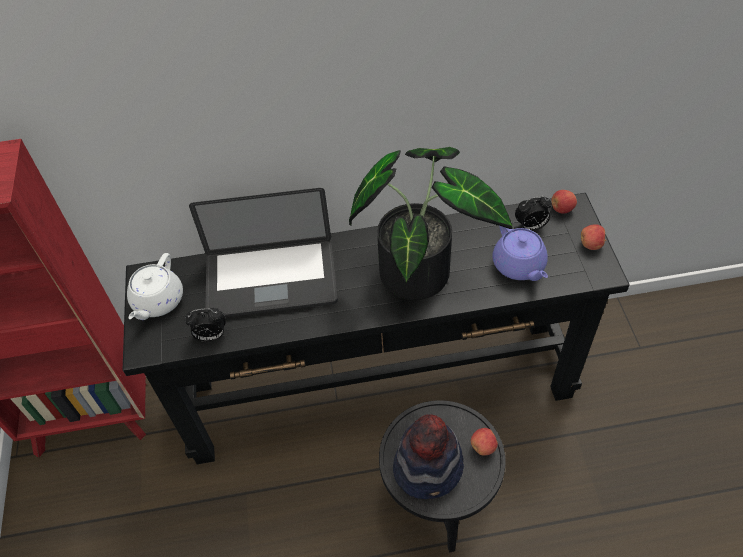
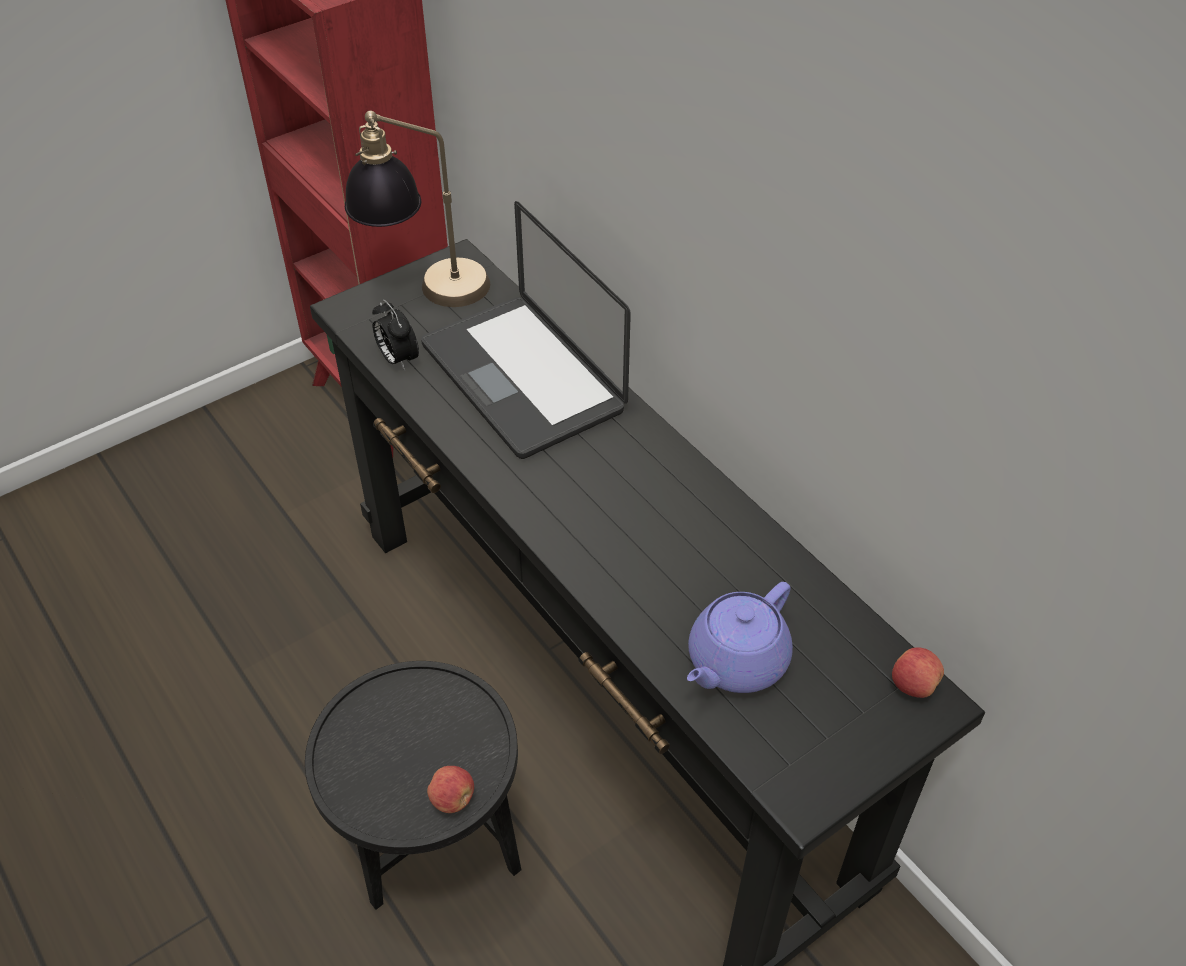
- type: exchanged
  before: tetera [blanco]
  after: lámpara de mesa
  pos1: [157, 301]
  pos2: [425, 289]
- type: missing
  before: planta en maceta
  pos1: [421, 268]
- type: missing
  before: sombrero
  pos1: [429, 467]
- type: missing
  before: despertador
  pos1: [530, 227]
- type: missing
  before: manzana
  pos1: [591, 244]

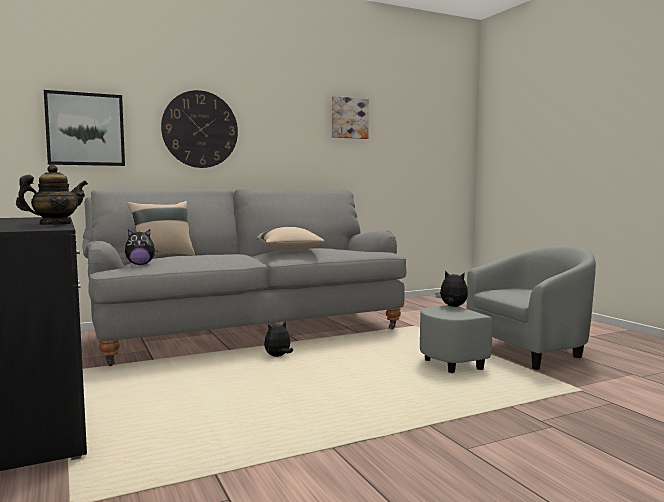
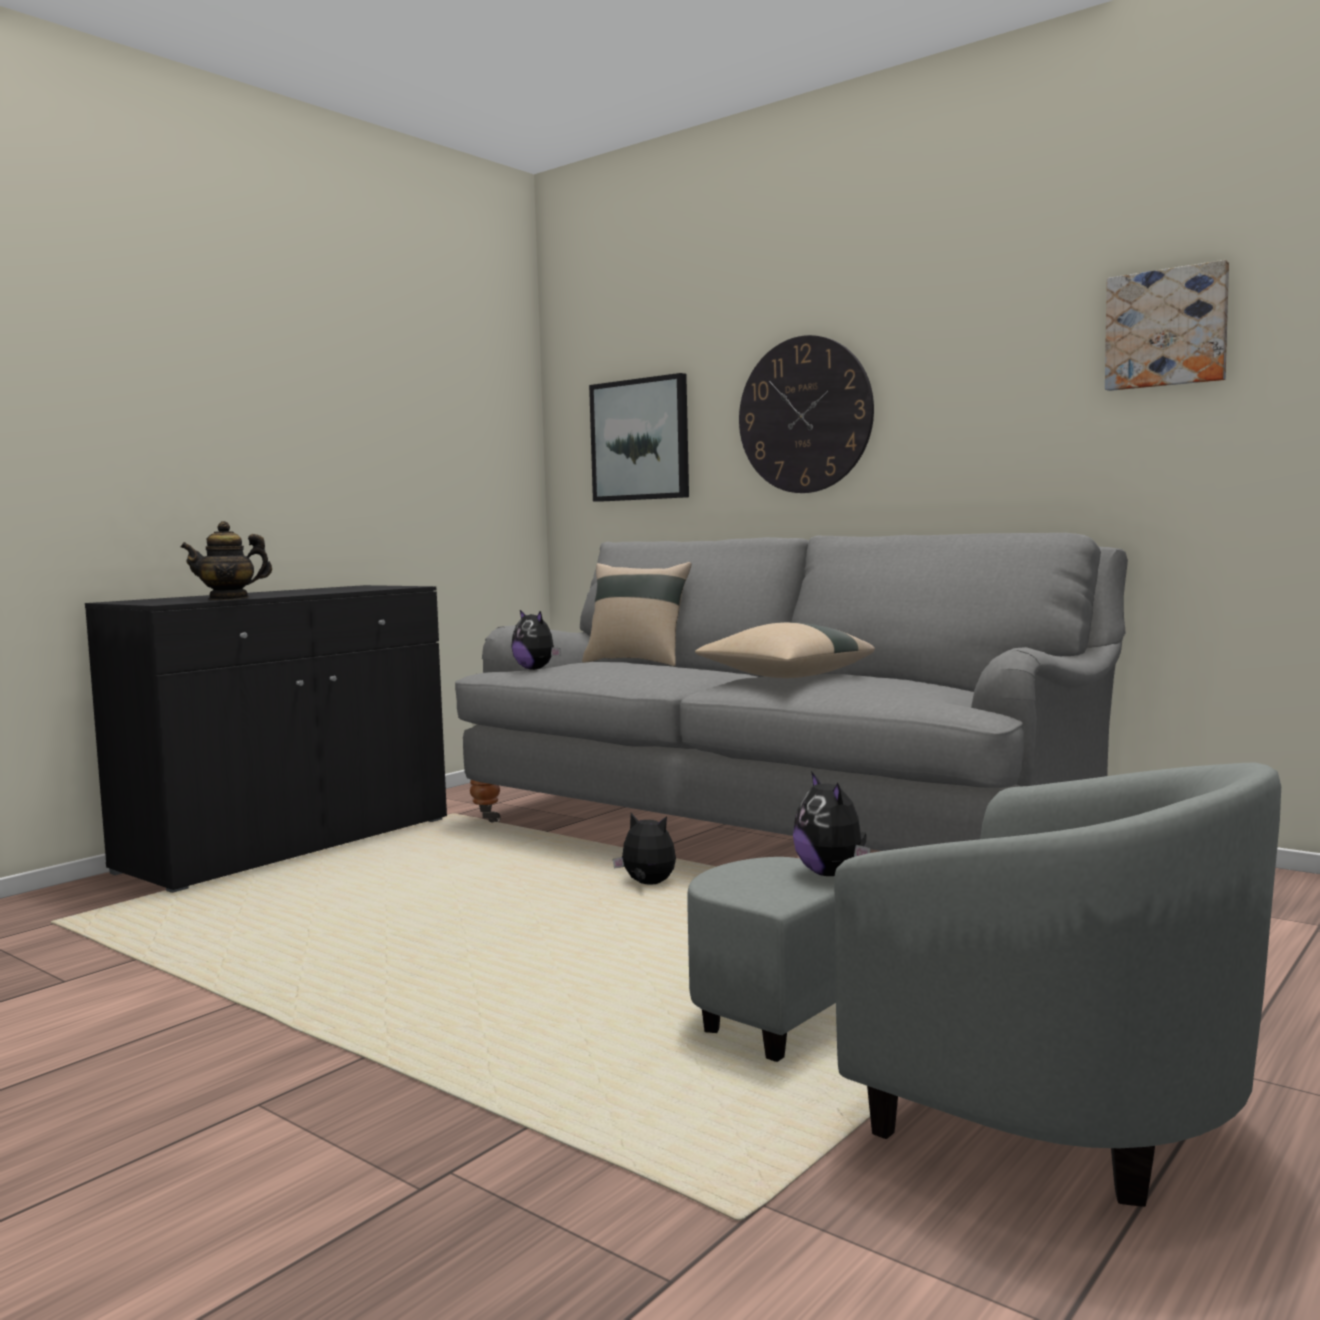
- type: spun
  before: tetera
  pos1: [55, 225]
  pos2: [229, 598]
  turn: 135
- type: spun
  before: peluche
  pos1: [452, 307]
  pos2: [832, 874]
  turn: 150

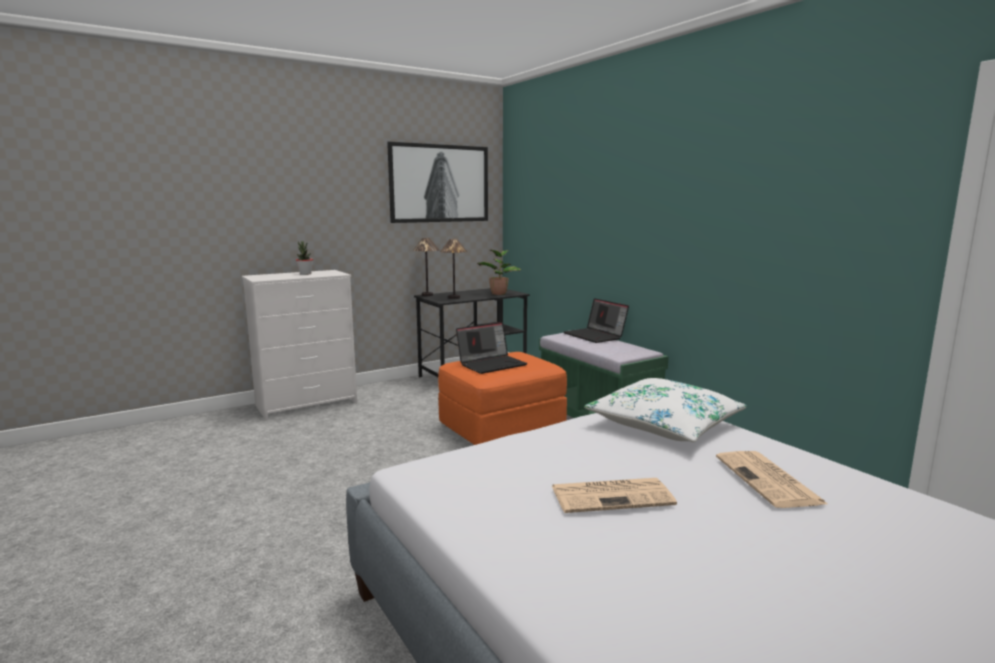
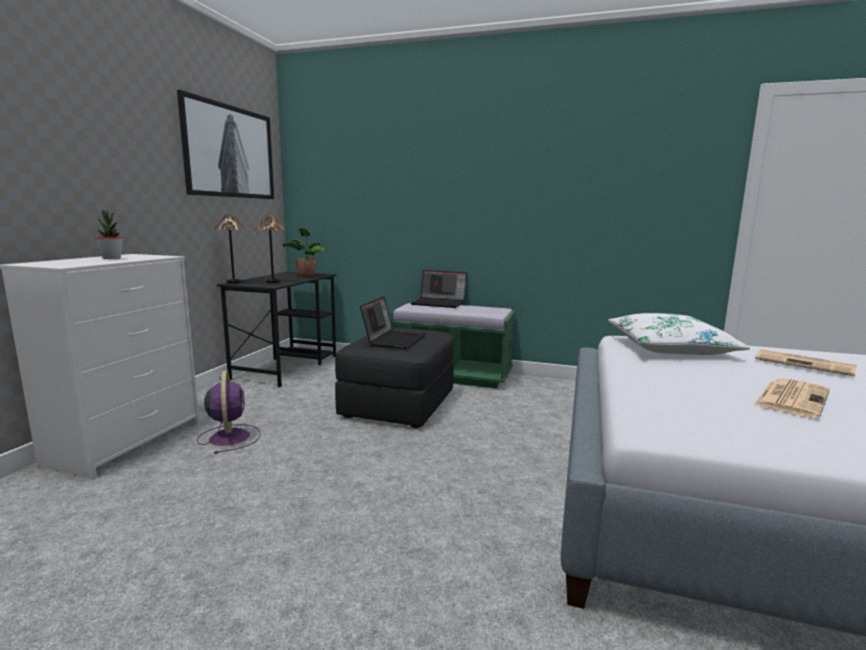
- type: colour
  before: puf [naranja]
  after: puf [negro]
  pos1: [502, 427]
  pos2: [398, 404]
- type: appeared
  after: ventilador [morado]
  pos2: [229, 437]

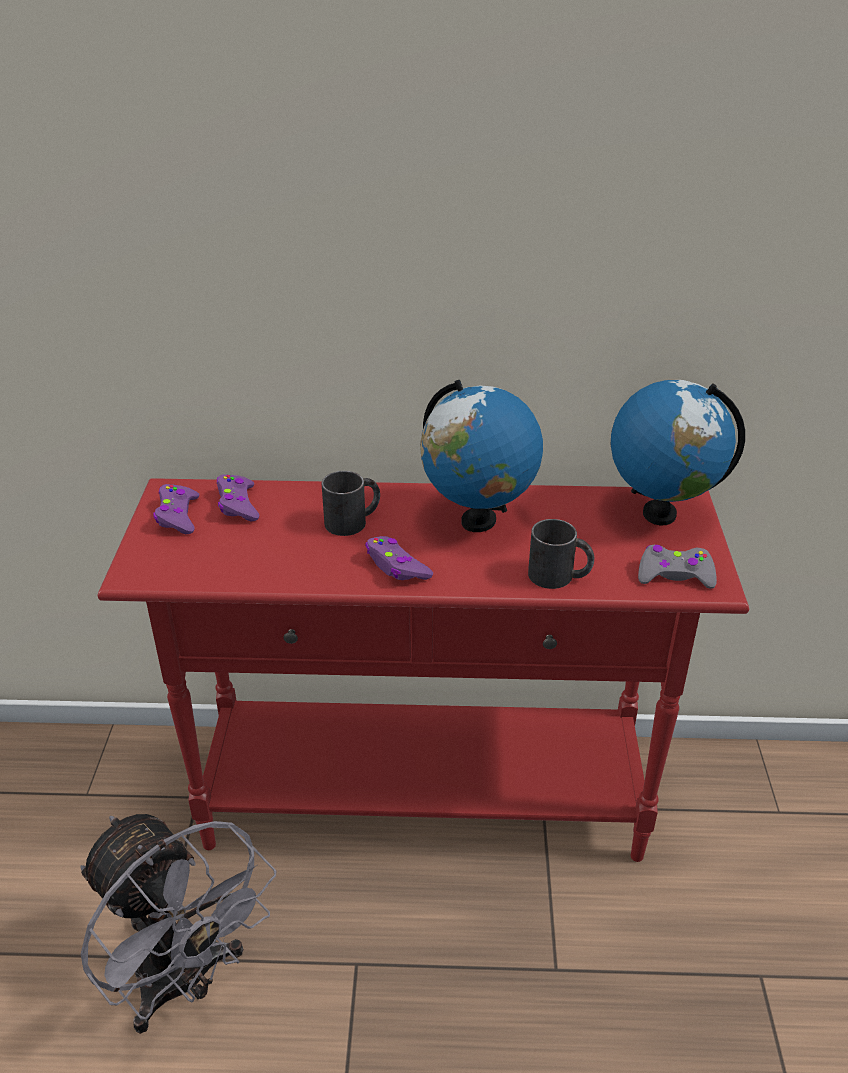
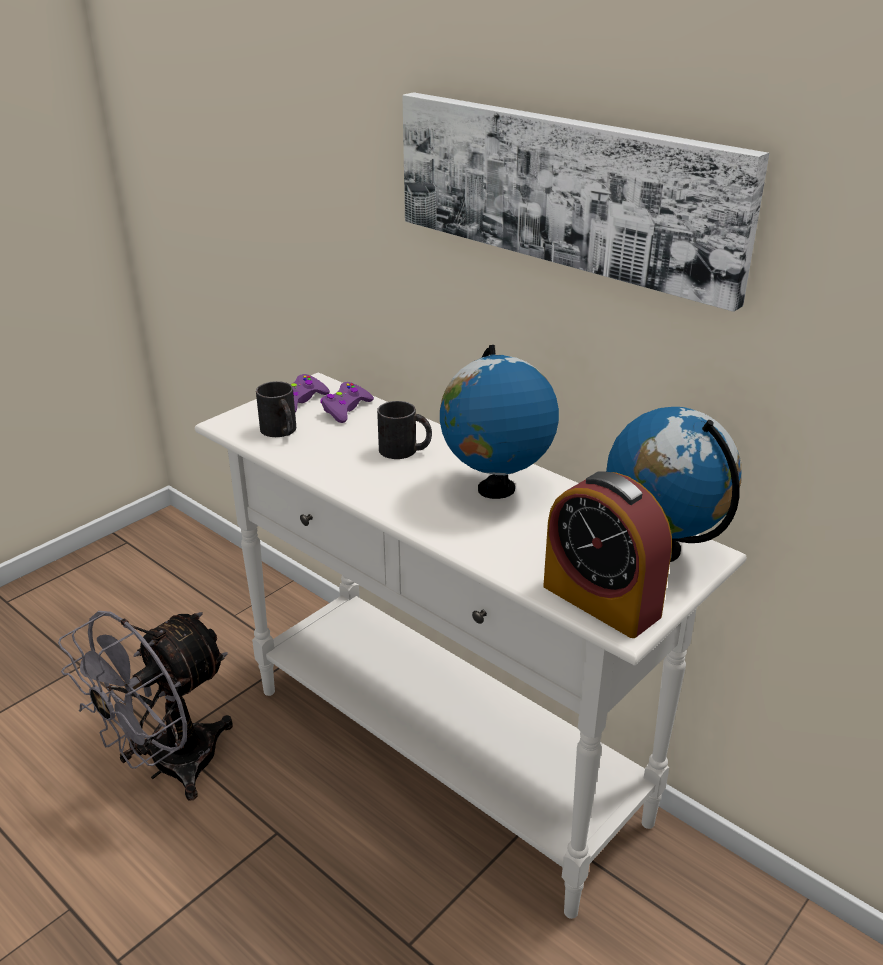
- type: spun
  before: ventilador [gris]
  pos1: [185, 982]
  pos2: [169, 767]
  turn: 45
- type: colour
  before: mesa consola [rojo]
  after: mesa consola [blanco]
  pos1: [426, 799]
  pos2: [444, 755]
- type: missing
  before: mando de consola [morado]
  pos1: [396, 566]
- type: relocated
  before: taza grande [negro]
  pos1: [559, 576]
  pos2: [281, 431]
- type: exchanged
  before: mando de consola [gris]
  after: despertador
  pos1: [674, 575]
  pos2: [601, 600]
- type: appeared
  after: cuadro
  pos2: [565, 190]

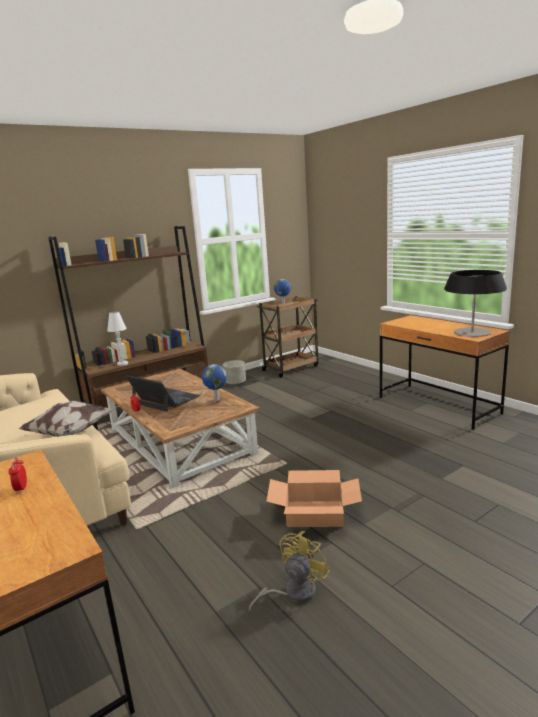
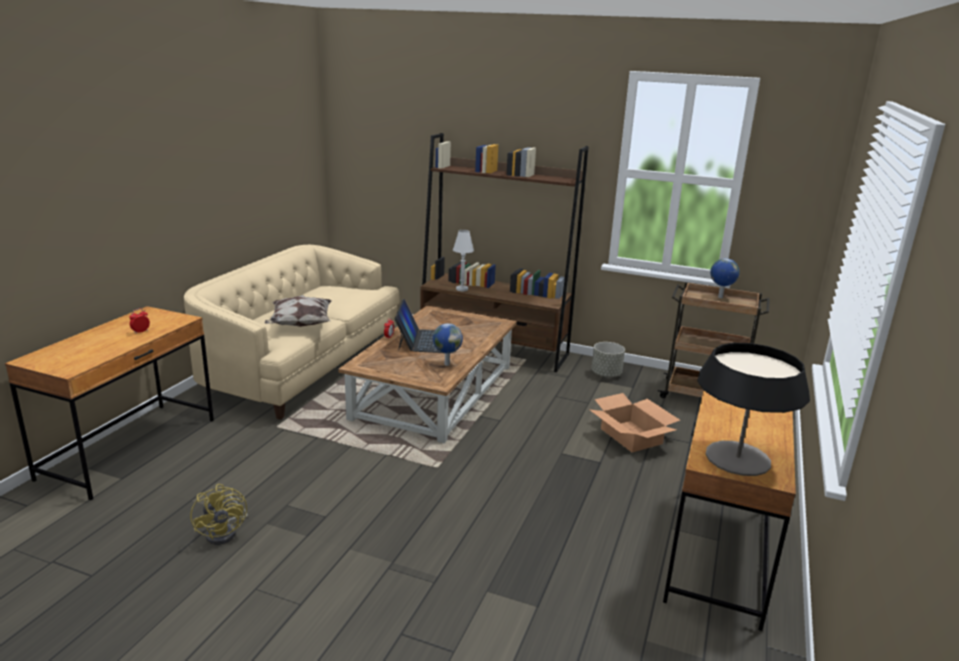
- type: spun
  before: ventilador [amarillo]
  pos1: [293, 593]
  pos2: [225, 532]
  turn: 60
- type: relocated
  before: caja de cartón
  pos1: [314, 513]
  pos2: [631, 436]

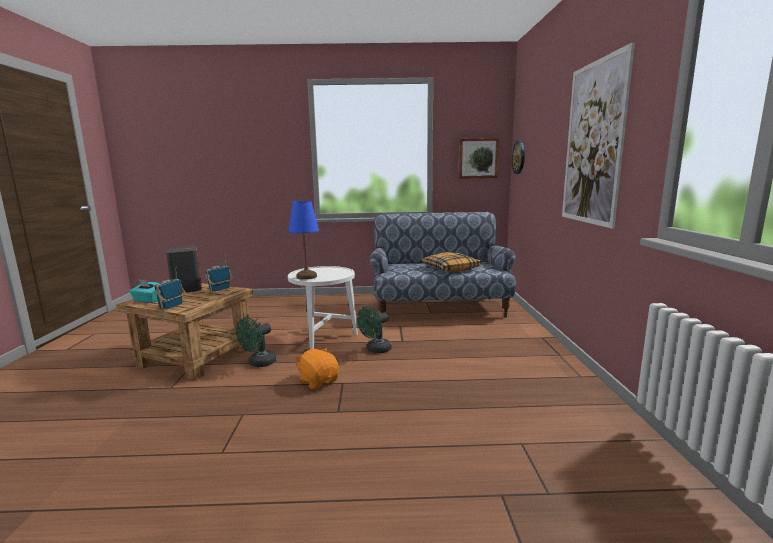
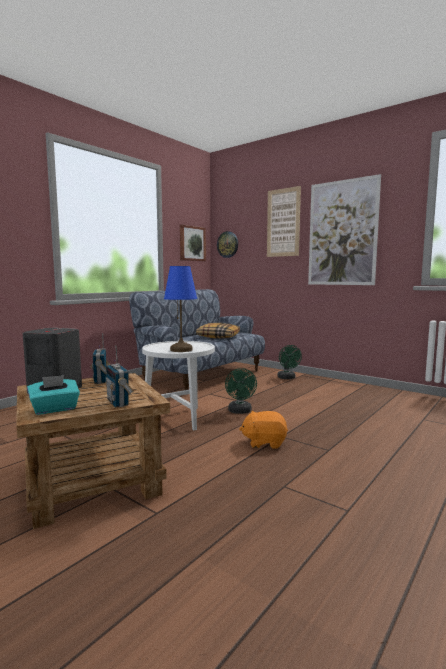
- type: relocated
  before: ventilador [verde]
  pos1: [259, 363]
  pos2: [287, 378]
- type: appeared
  after: cuadro
  pos2: [283, 222]

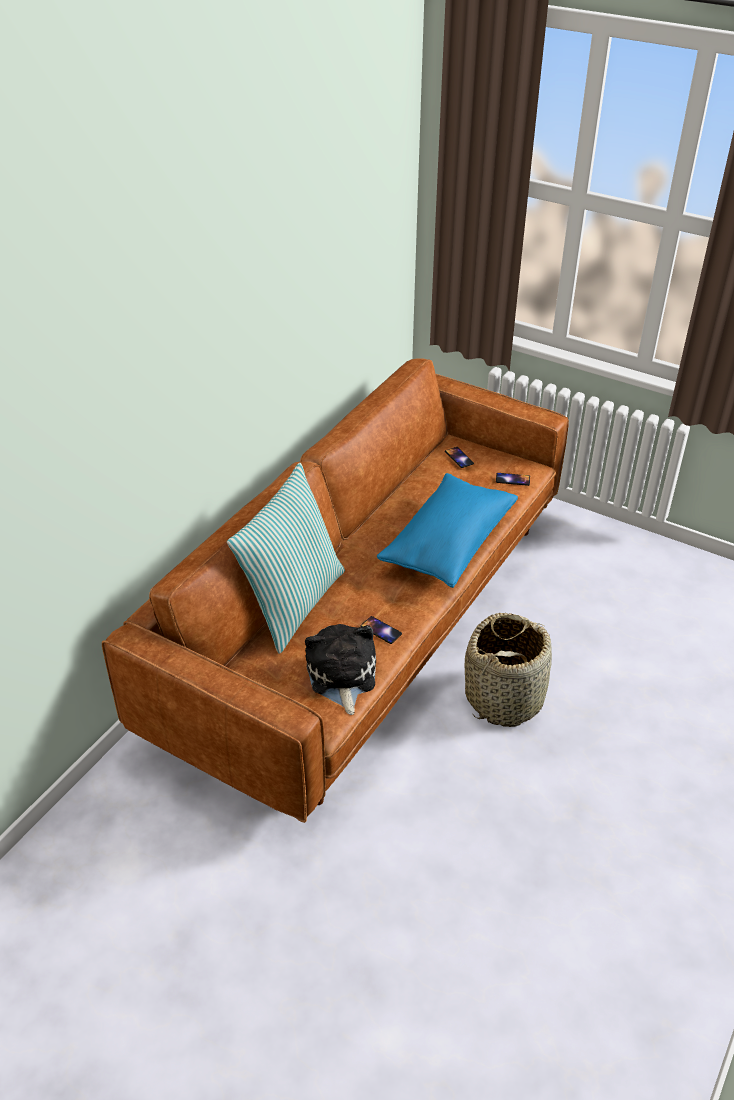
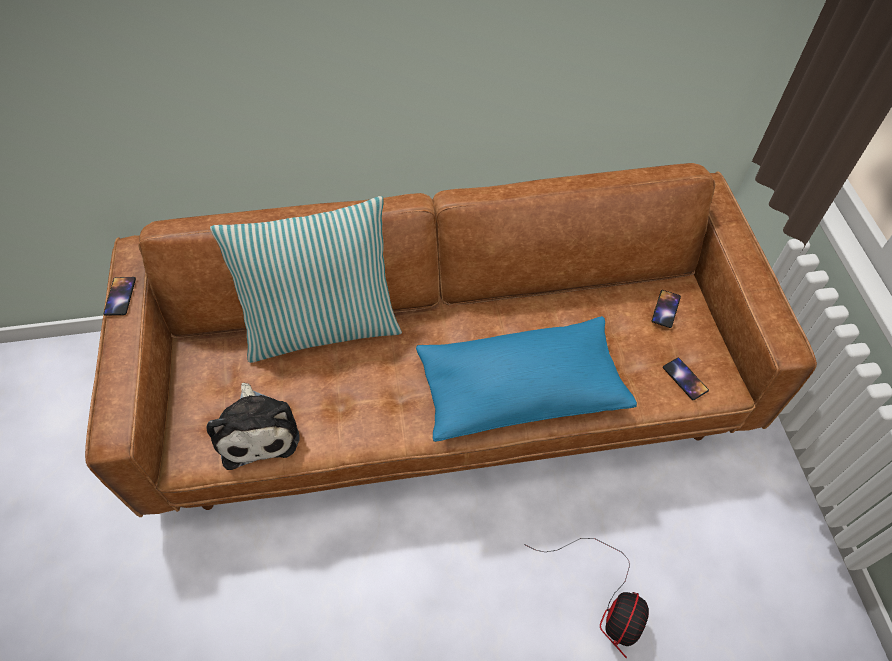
- type: spun
  before: peluche
  pos1: [341, 676]
  pos2: [258, 430]
  turn: 120
- type: relocated
  before: móvil
  pos1: [381, 630]
  pos2: [120, 296]
- type: missing
  before: cesta
  pos1: [504, 697]
- type: appeared
  after: ventilador
  pos2: [607, 600]

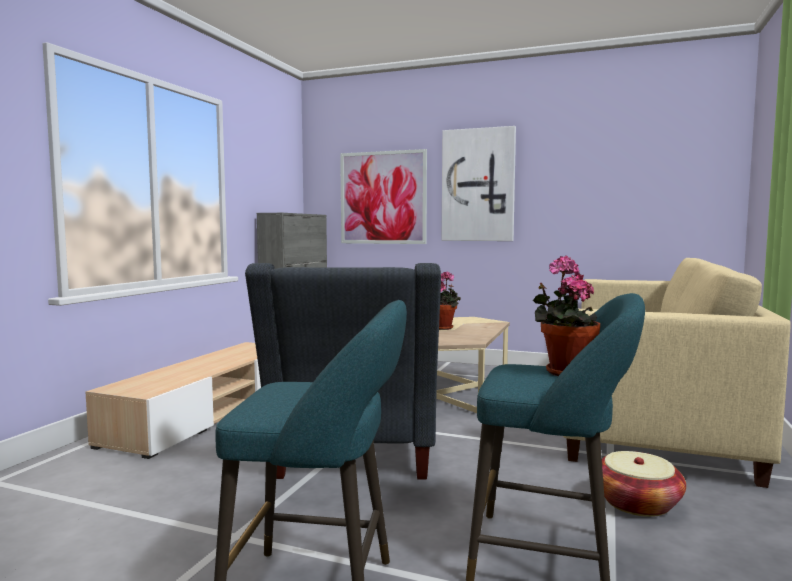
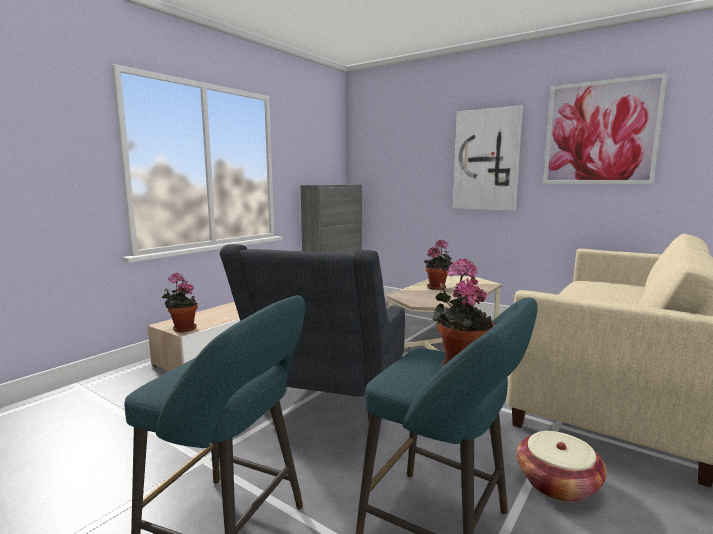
- type: relocated
  before: cuadro
  pos1: [383, 198]
  pos2: [600, 133]
- type: appeared
  after: planta en maceta
  pos2: [182, 329]

